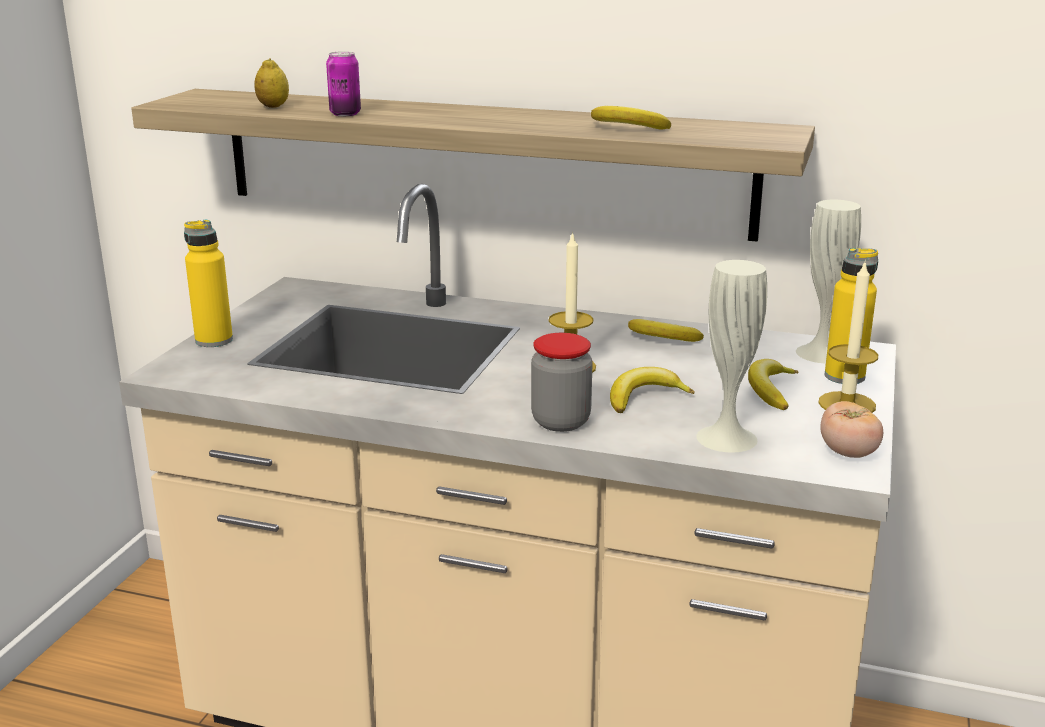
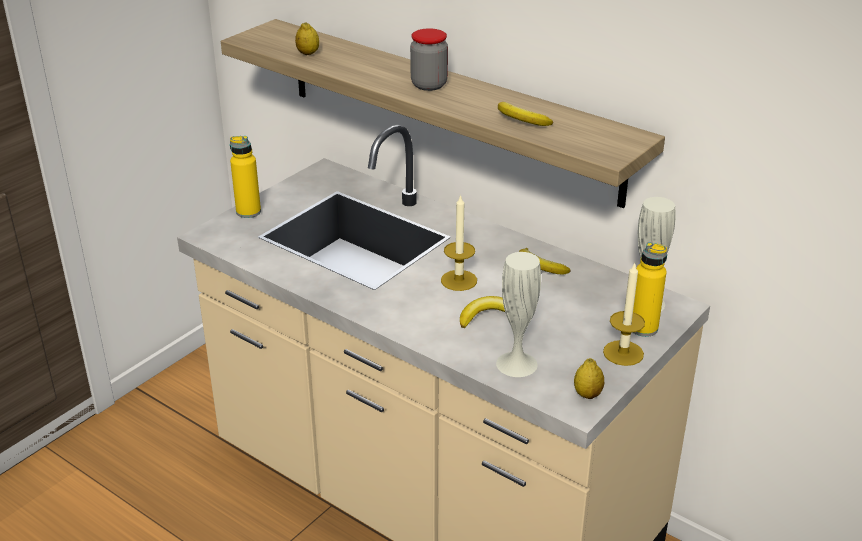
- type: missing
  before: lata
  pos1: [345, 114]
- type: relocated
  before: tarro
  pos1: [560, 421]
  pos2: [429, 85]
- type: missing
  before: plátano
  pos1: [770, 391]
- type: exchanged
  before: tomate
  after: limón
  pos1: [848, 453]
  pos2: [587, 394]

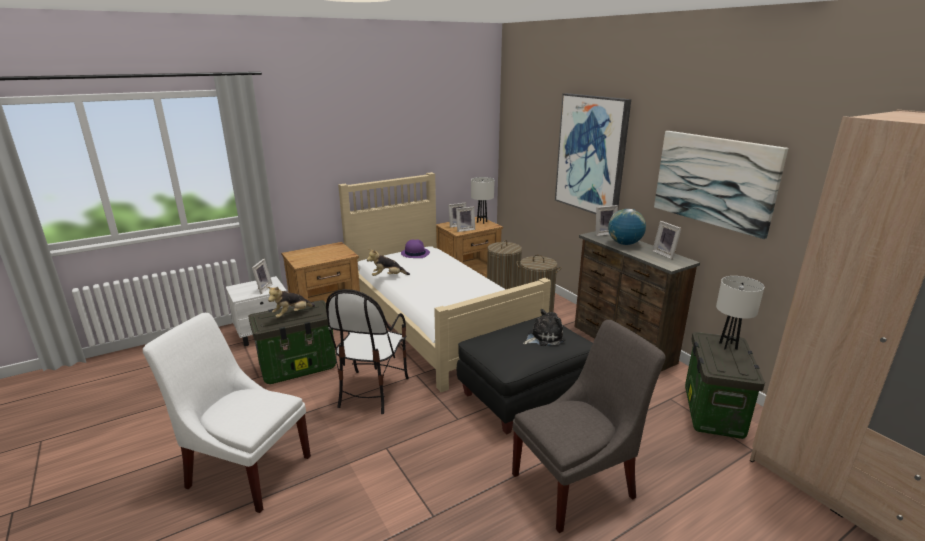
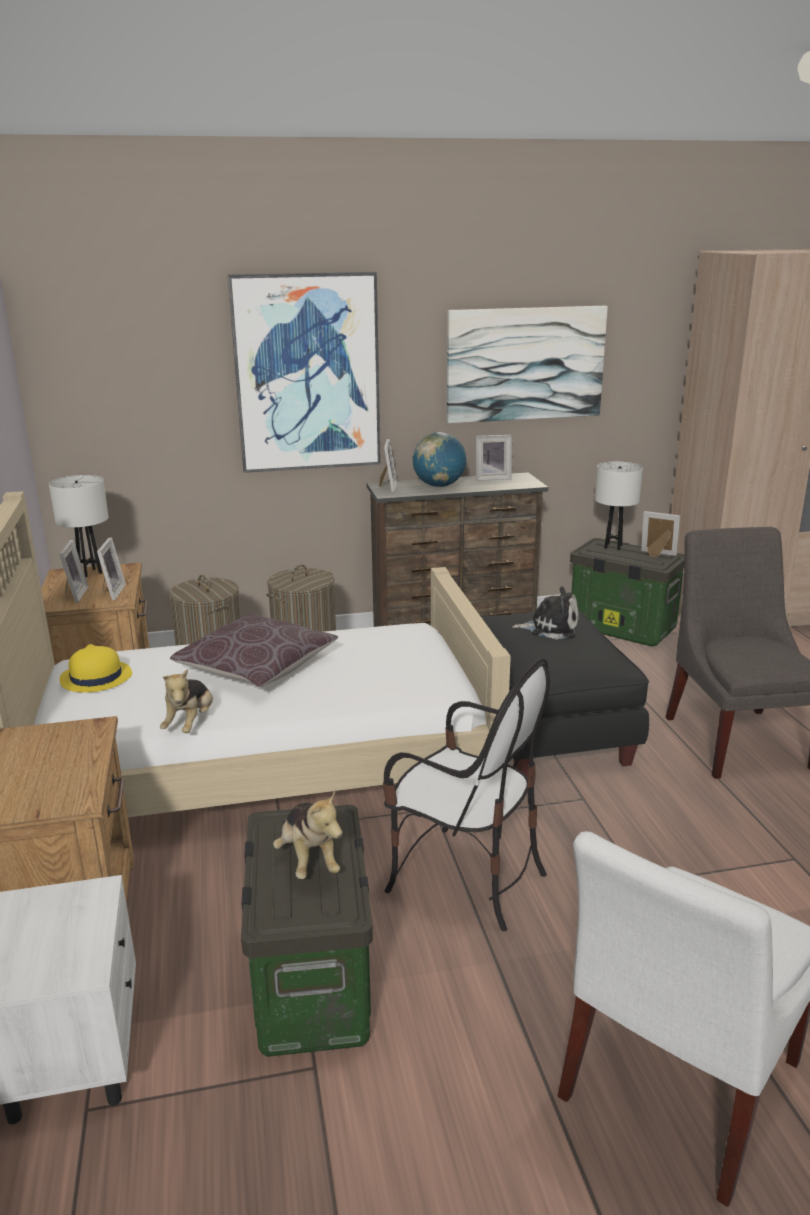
- type: relocated
  before: portarretratos
  pos1: [262, 289]
  pos2: [657, 555]
- type: colour
  before: sombrero [morado]
  after: sombrero [amarillo]
  pos1: [415, 253]
  pos2: [95, 678]
- type: spun
  before: peluche
  pos1: [543, 337]
  pos2: [550, 628]
  turn: 105
- type: appeared
  after: cojín [marrón]
  pos2: [257, 667]

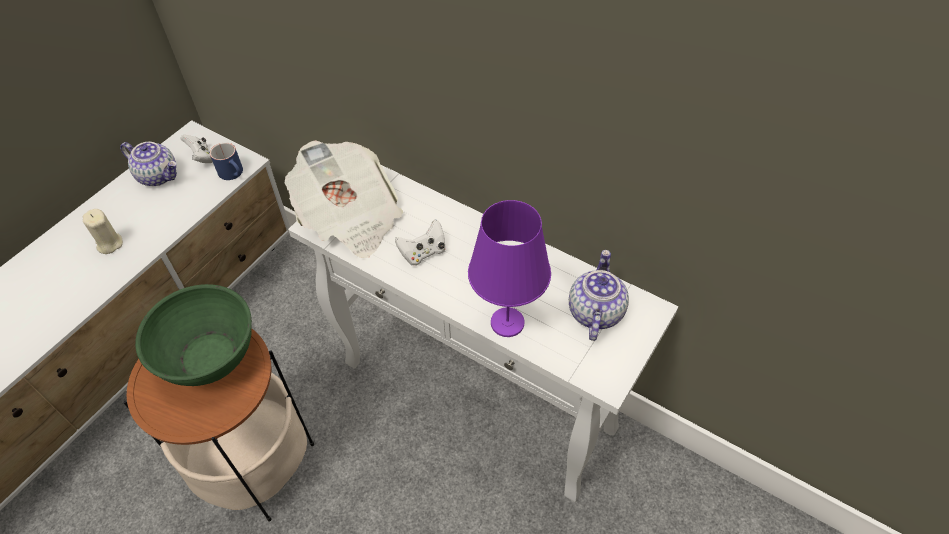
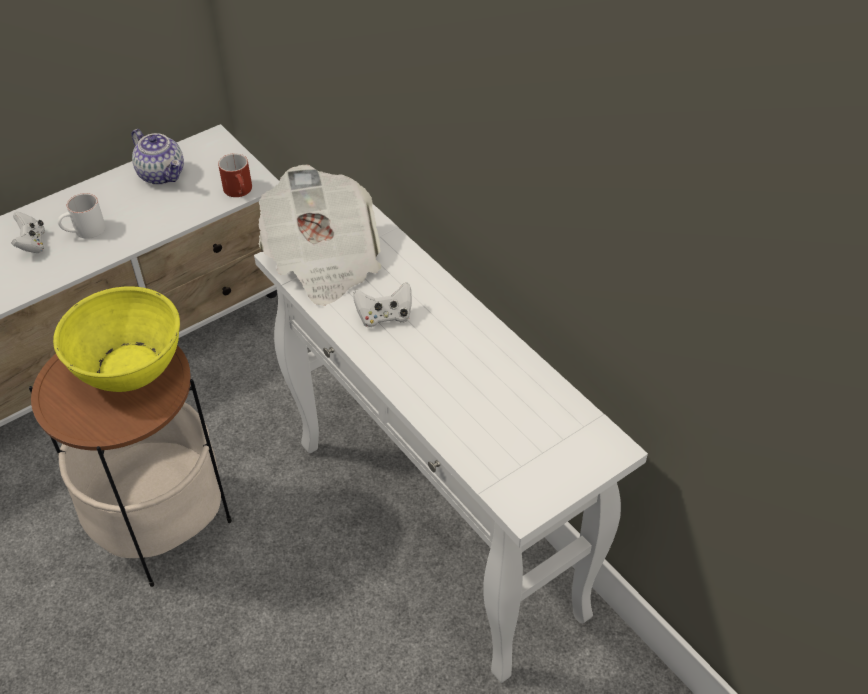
- type: exchanged
  before: vela [beis]
  after: taza grande [blanco]
  pos1: [109, 244]
  pos2: [85, 232]
- type: colour
  before: cuenco [verde]
  after: cuenco [amarillo]
  pos1: [209, 356]
  pos2: [128, 367]
- type: relocated
  before: mando de consola [blanco]
  pos1: [202, 157]
  pos2: [32, 244]
- type: colour
  before: taza grande [azul]
  after: taza grande [rojo]
  pos1: [234, 173]
  pos2: [240, 191]
- type: missing
  before: lámpara de mesa [morado]
  pos1: [507, 323]
- type: missing
  before: tetera
  pos1: [594, 311]

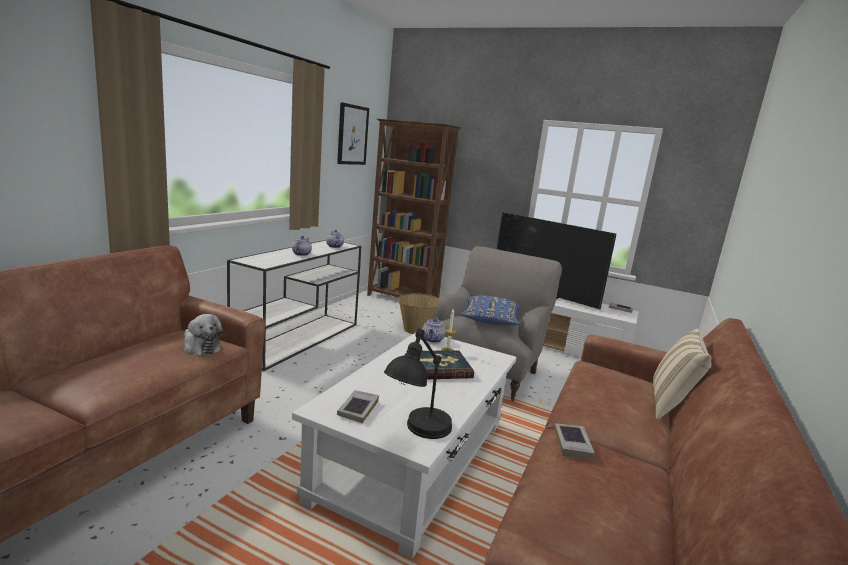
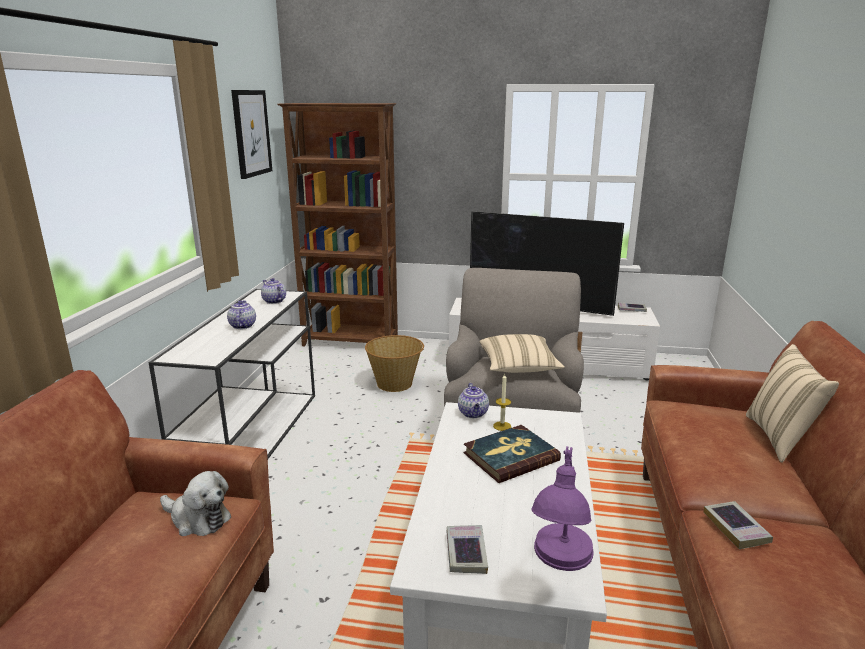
- type: colour
  before: lámpara de mesa [negro]
  after: lámpara de mesa [morado]
  pos1: [416, 434]
  pos2: [559, 568]
- type: colour
  before: cojín [azul]
  after: cojín [beis]
  pos1: [490, 321]
  pos2: [518, 367]

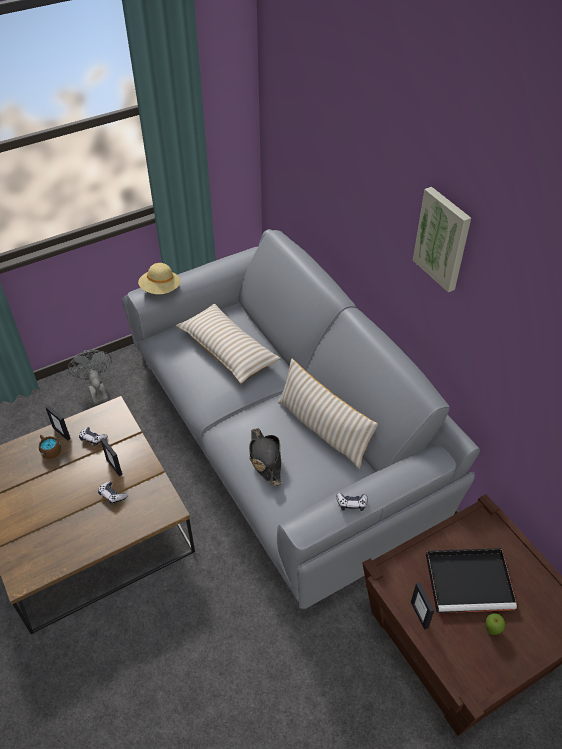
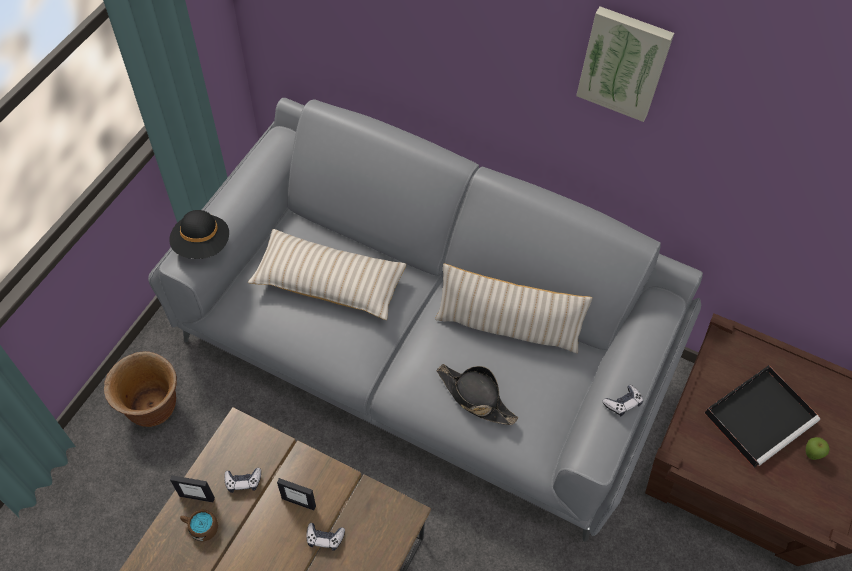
- type: exchanged
  before: ventilador [gris]
  after: maceta [marrón]
  pos1: [97, 391]
  pos2: [152, 407]
- type: colour
  before: sombrero [beis]
  after: sombrero [negro]
  pos1: [160, 289]
  pos2: [202, 244]
- type: missing
  before: portarretratos
  pos1: [419, 615]

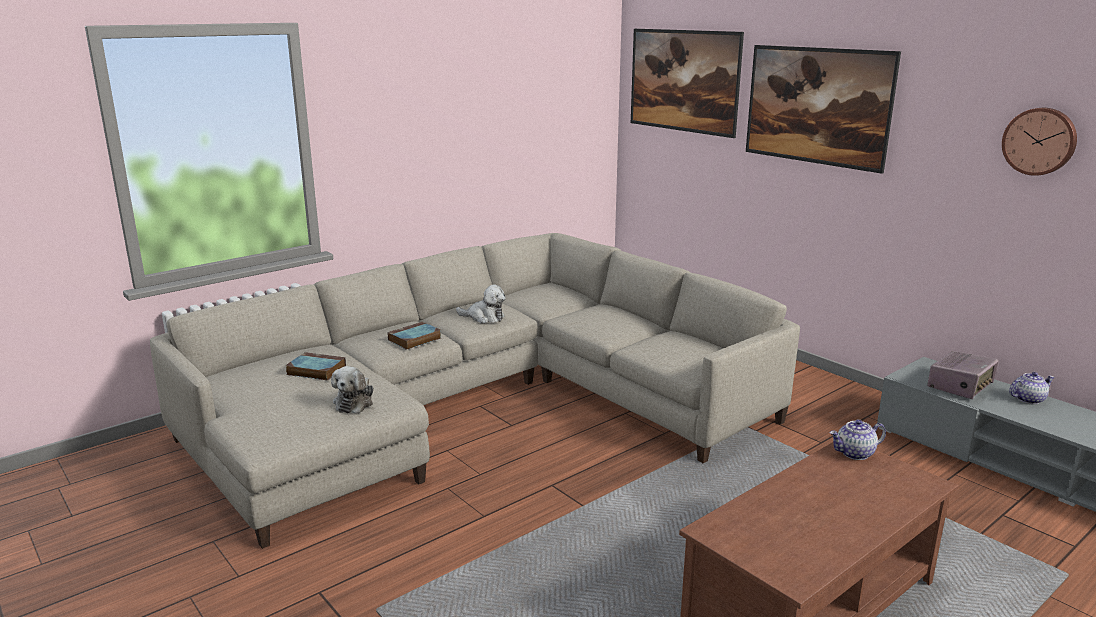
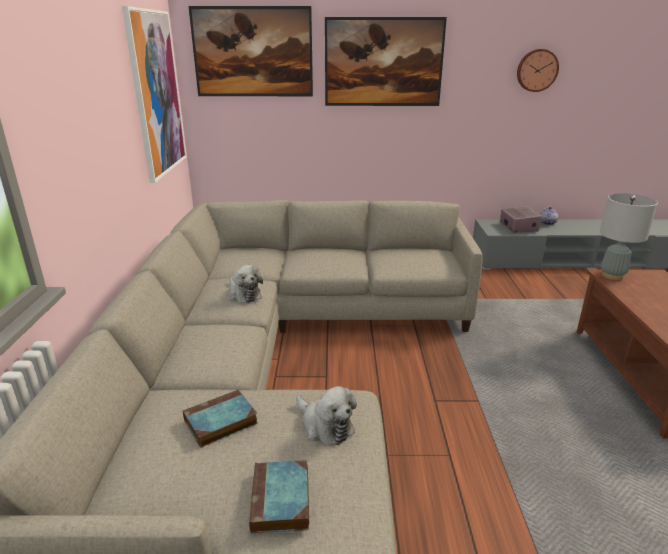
- type: relocated
  before: libro
  pos1: [414, 339]
  pos2: [281, 501]
- type: spun
  before: peluche
  pos1: [484, 317]
  pos2: [244, 294]
  turn: 90
- type: exchanged
  before: tetera
  after: lámpara de mesa [gris]
  pos1: [855, 453]
  pos2: [612, 275]
- type: appeared
  after: cuadro
  pos2: [156, 94]

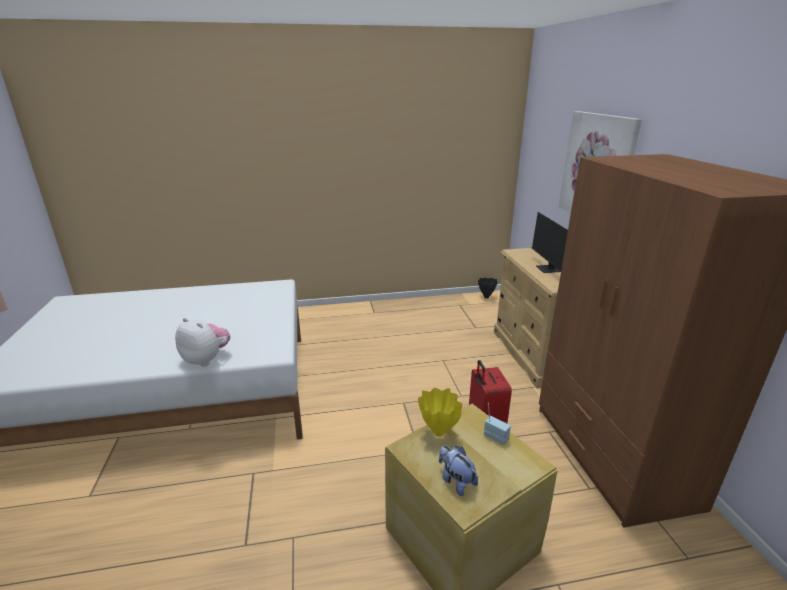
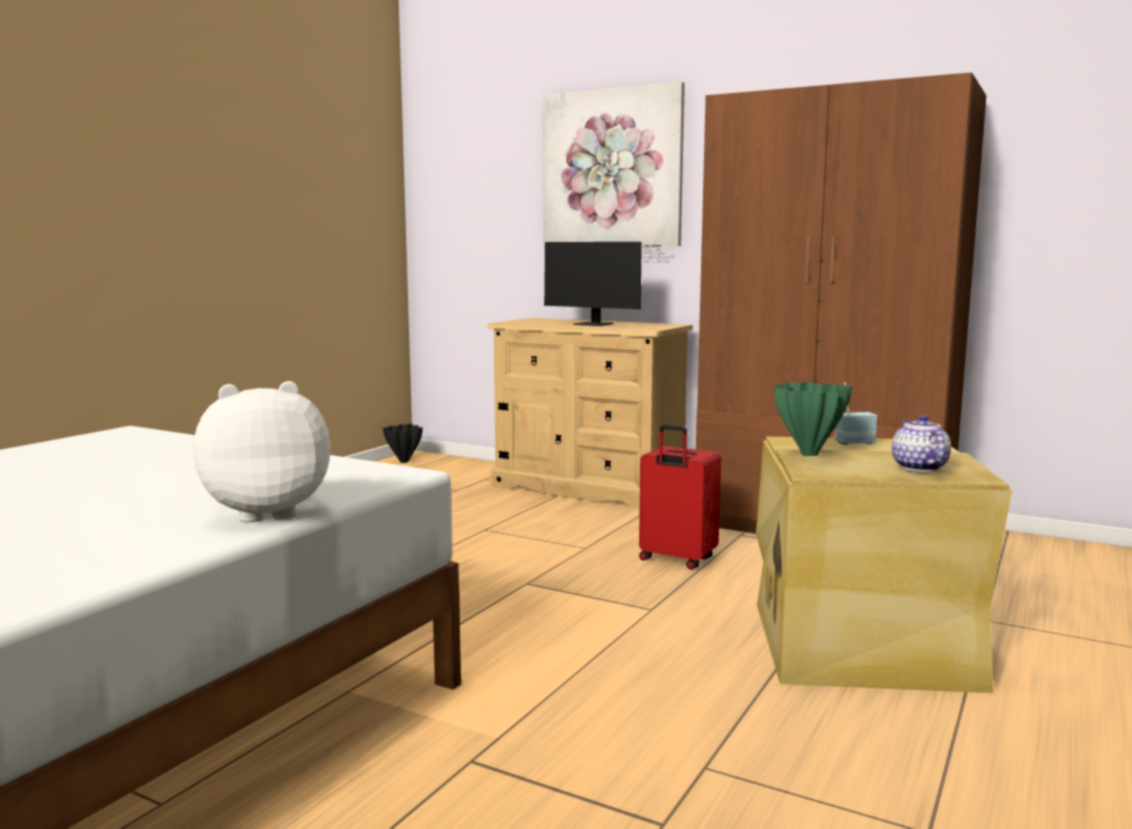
- type: colour
  before: florero [amarillo]
  after: florero [verde]
  pos1: [438, 432]
  pos2: [808, 454]
- type: exchanged
  before: peluche
  after: tetera
  pos1: [456, 481]
  pos2: [918, 467]

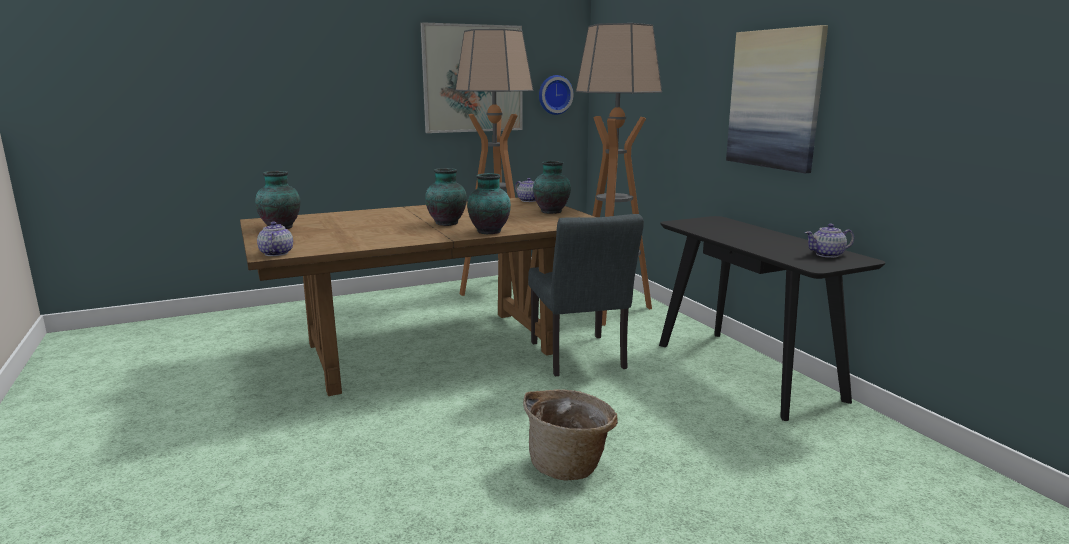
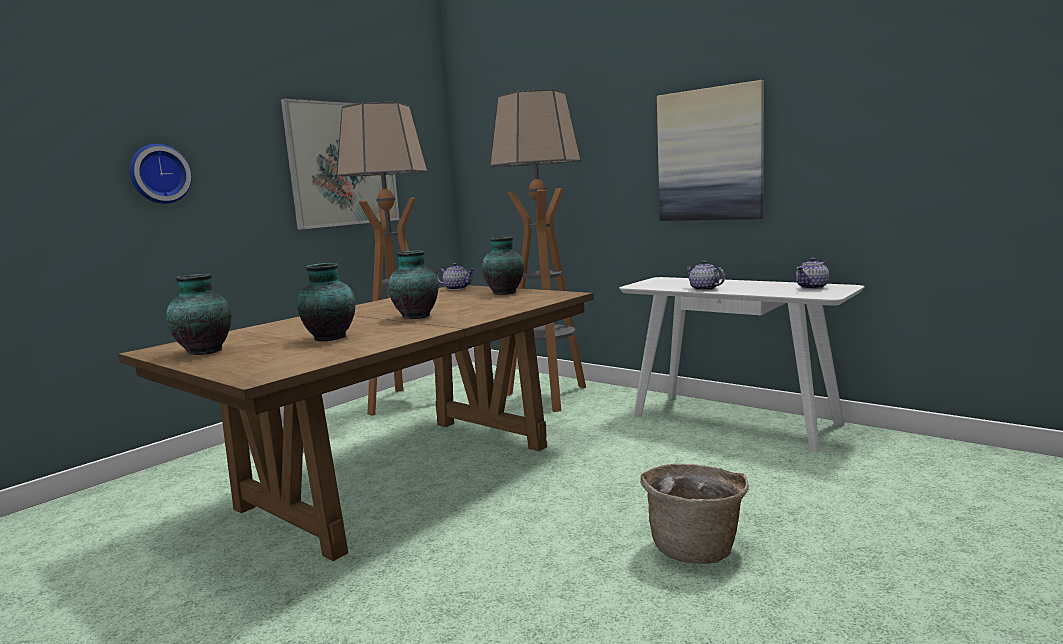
- type: relocated
  before: tetera
  pos1: [276, 253]
  pos2: [704, 289]
- type: relocated
  before: florero
  pos1: [489, 232]
  pos2: [331, 338]
- type: missing
  before: silla [gris]
  pos1: [580, 359]
- type: relocated
  before: reloj de pared
  pos1: [554, 94]
  pos2: [159, 174]
- type: colour
  before: mesa consola [negro]
  after: mesa consola [blanco]
  pos1: [747, 371]
  pos2: [734, 420]

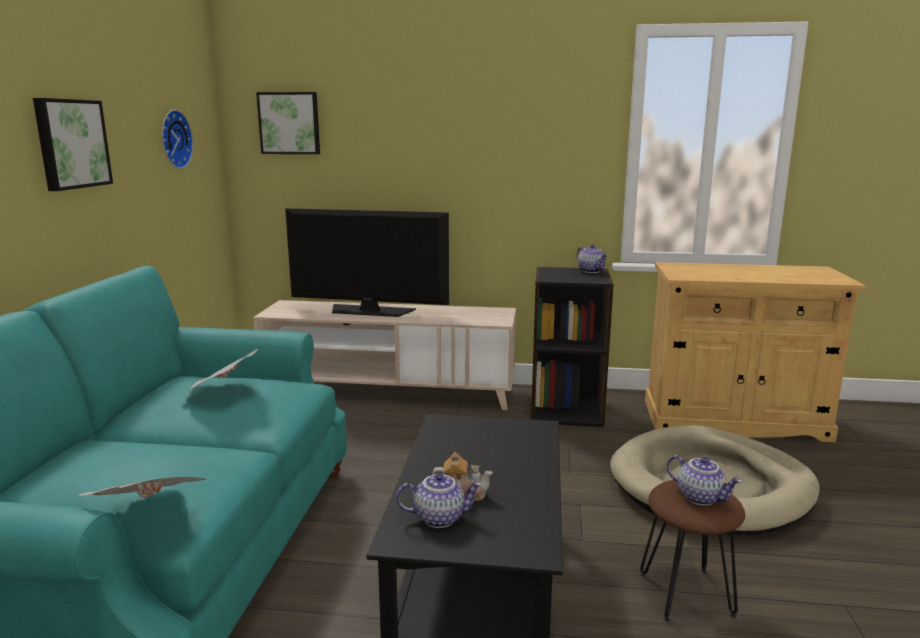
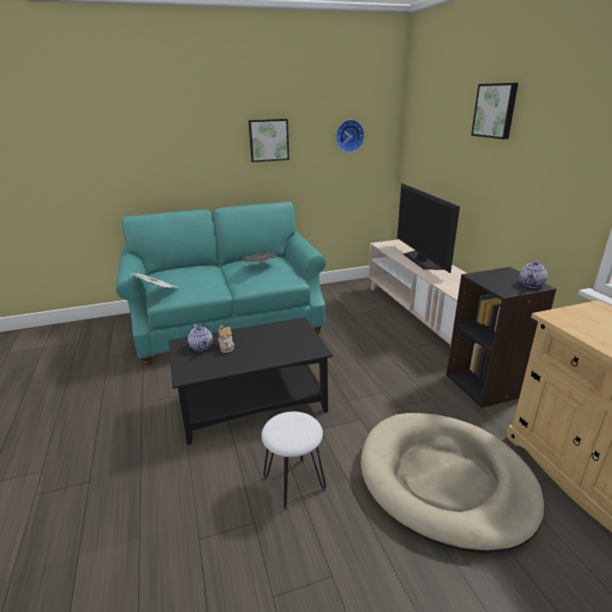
- type: relocated
  before: cuadro
  pos1: [289, 123]
  pos2: [495, 110]
- type: colour
  before: taburete [marrón]
  after: taburete [blanco]
  pos1: [687, 594]
  pos2: [294, 483]
- type: missing
  before: tetera
  pos1: [701, 497]

